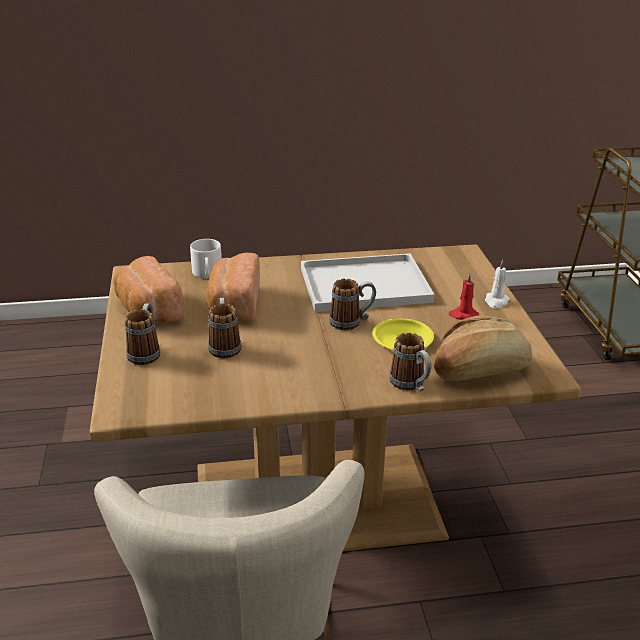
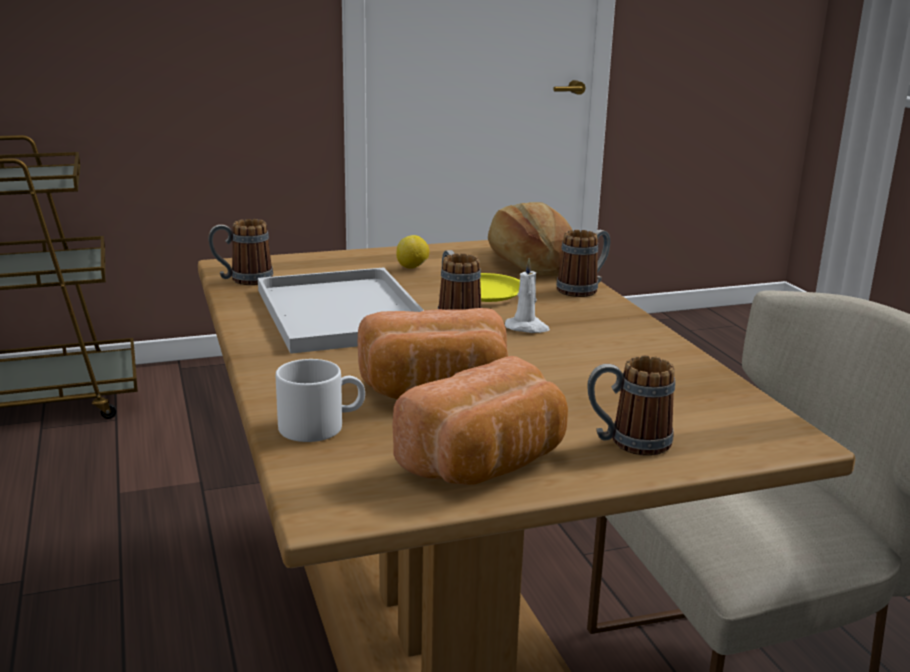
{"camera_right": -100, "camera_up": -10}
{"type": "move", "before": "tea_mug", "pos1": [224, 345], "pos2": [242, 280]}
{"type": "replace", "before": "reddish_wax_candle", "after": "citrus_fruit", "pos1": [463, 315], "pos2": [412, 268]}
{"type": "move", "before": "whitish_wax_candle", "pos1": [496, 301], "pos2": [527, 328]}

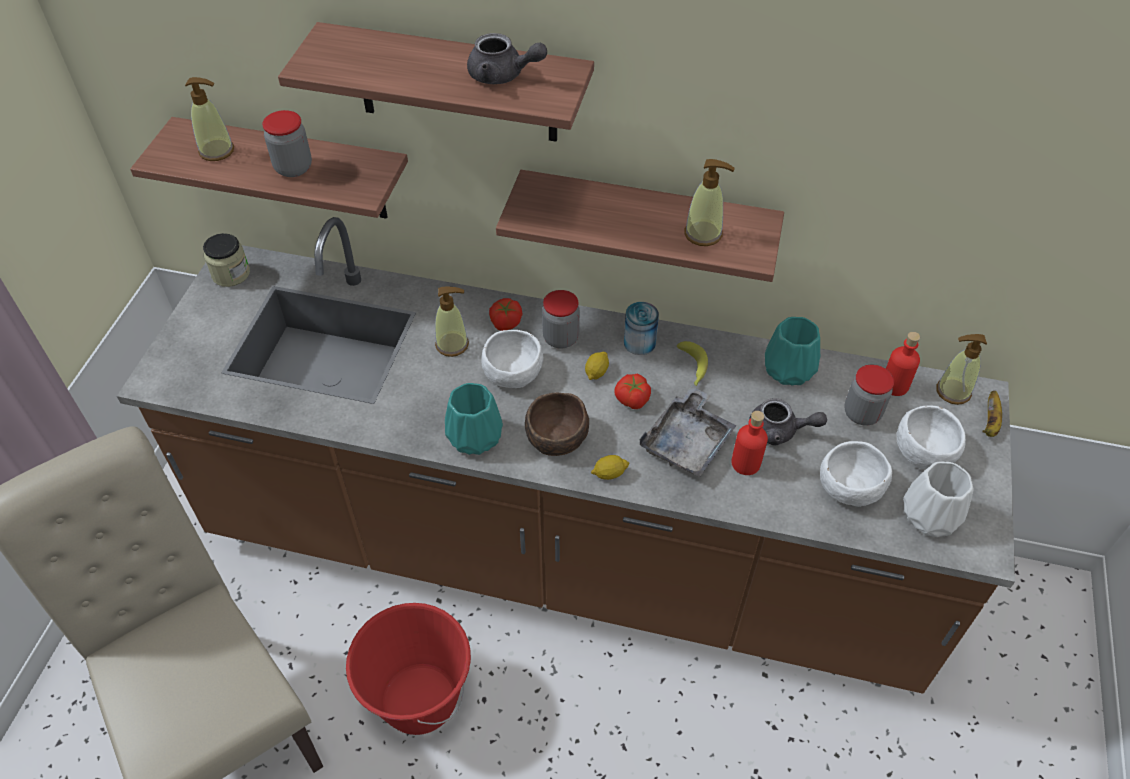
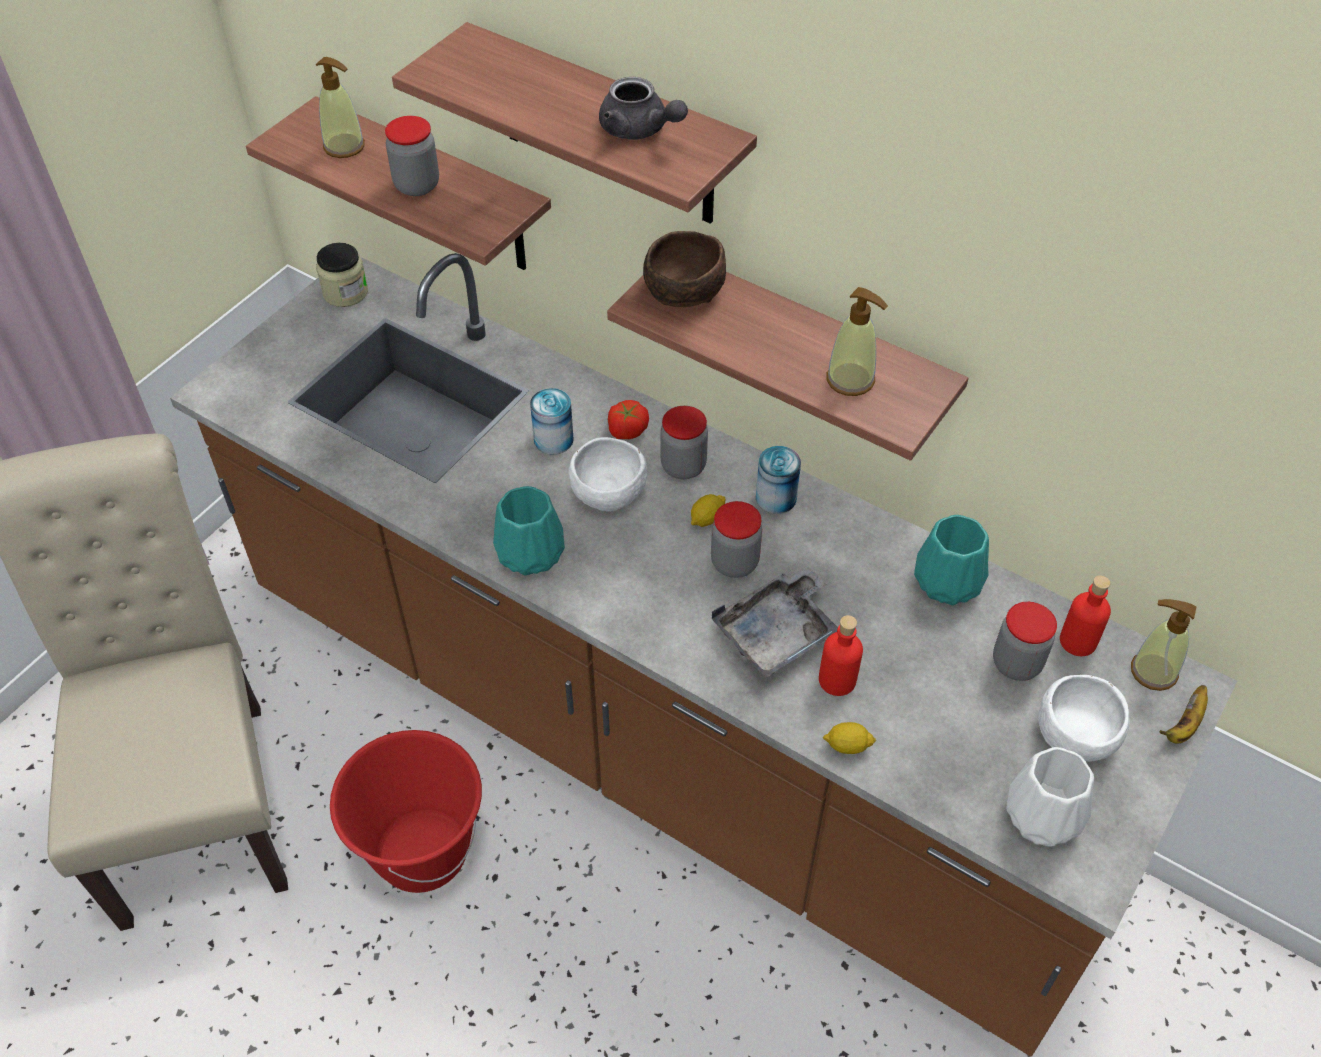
{"camera_right": 20, "camera_up": 0}
{"type": "replace", "before": "soap_dispenser", "after": "metal_can", "pos1": [452, 344], "pos2": [553, 439]}
{"type": "move", "before": "brown-coloured_deep_dish", "pos1": [556, 438], "pos2": [682, 291]}
{"type": "replace", "before": "tomato", "after": "jar", "pos1": [632, 399], "pos2": [734, 563]}
{"type": "move", "before": "citrus_fruit", "pos1": [609, 474], "pos2": [847, 746]}
{"type": "delete", "before": "banana_fruit", "pos1": [692, 368]}
{"type": "delete", "before": "grey_pot_for_tea", "pos1": [779, 431]}
{"type": "delete", "before": "whitish_deep_dish", "pos1": [848, 486]}

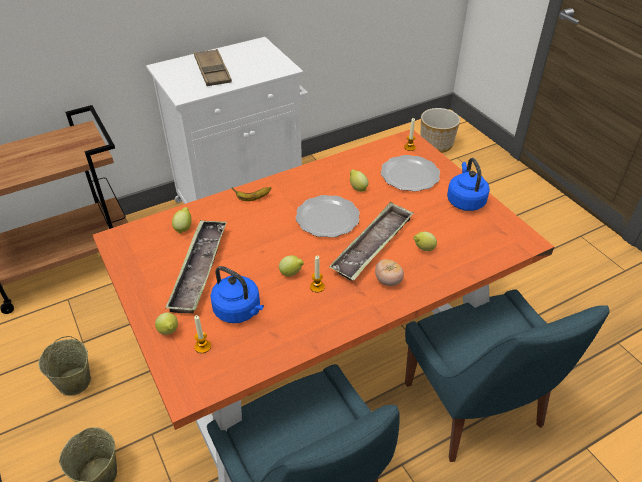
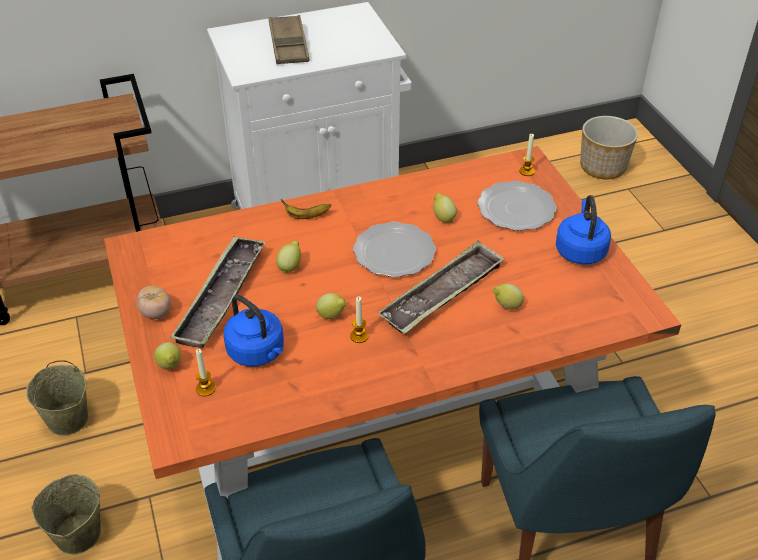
{"camera_right": 10, "camera_up": 0}
{"type": "move", "before": "tomato", "pos1": [388, 281], "pos2": [156, 313]}
{"type": "move", "before": "citrus_fruit", "pos1": [184, 228], "pos2": [290, 267]}

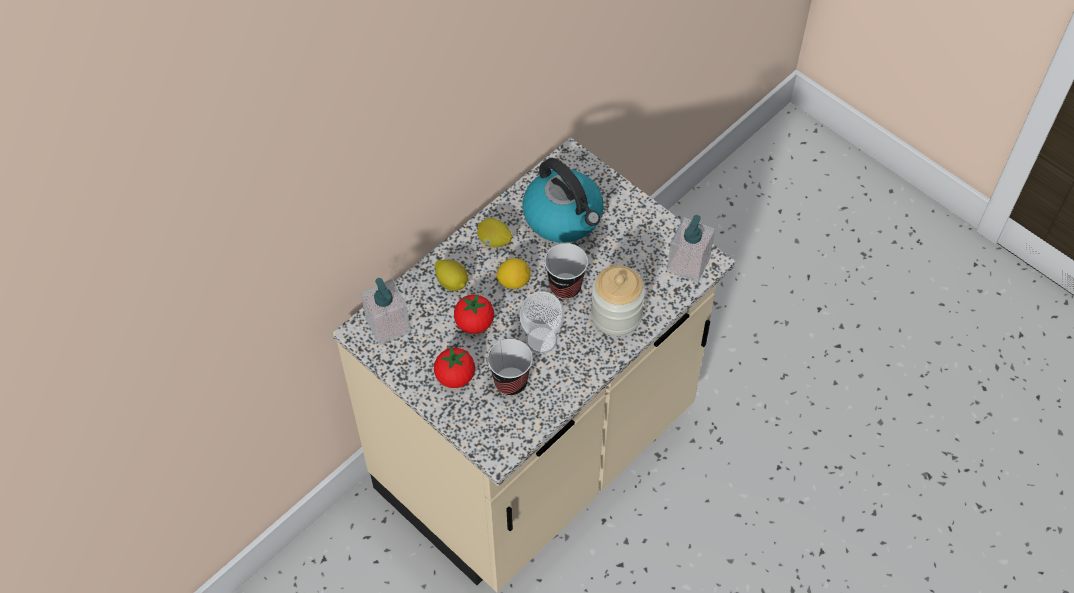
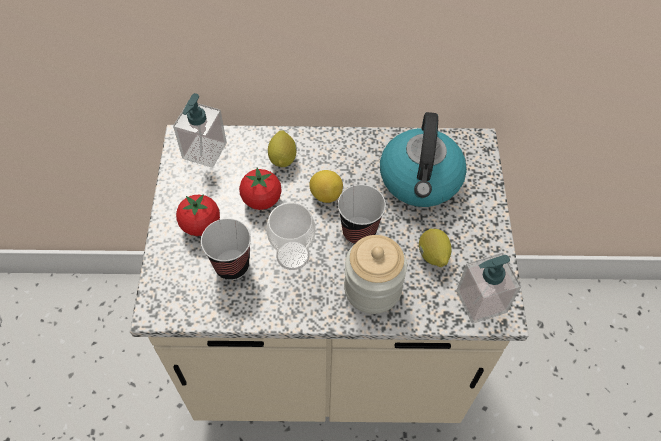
{"camera_right": 45, "camera_up": 0}
{"type": "move", "before": "citrus_fruit", "pos1": [494, 241], "pos2": [432, 255]}

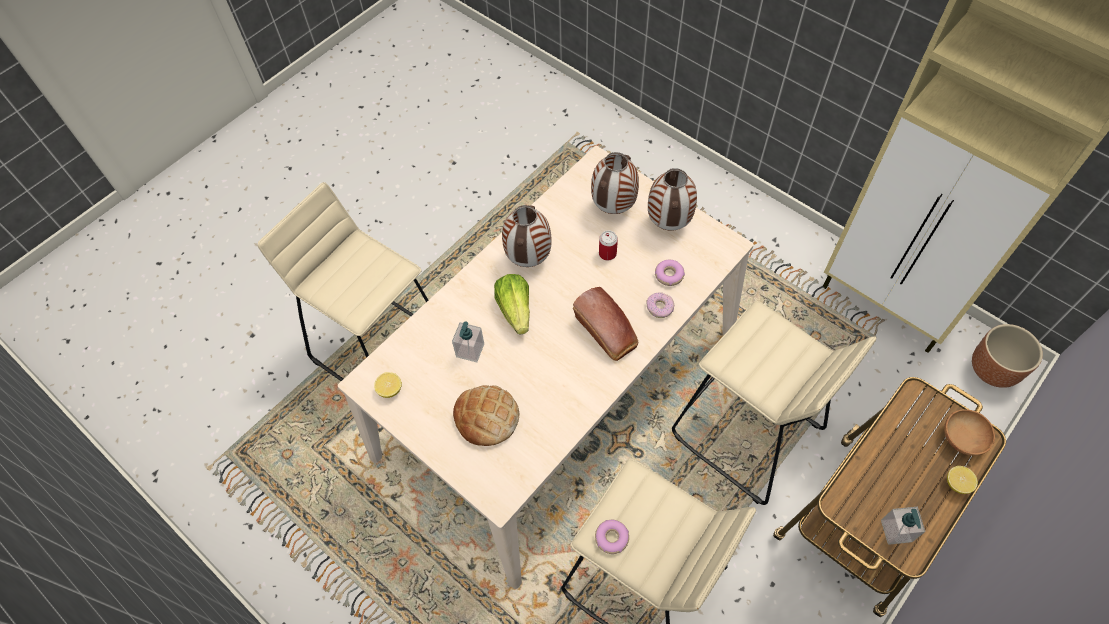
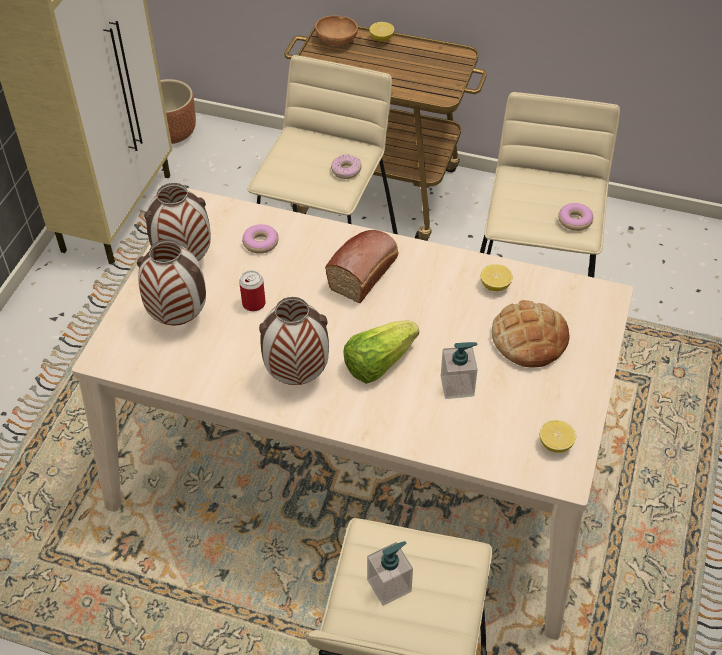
{"camera_right": -115, "camera_up": -10}
{"type": "move", "before": "doughnut", "pos1": [660, 307], "pos2": [346, 170]}
{"type": "move", "before": "soap_dispenser", "pos1": [896, 531], "pos2": [389, 585]}
{"type": "insert", "after": "citrus_fruit", "pos2": [495, 286]}

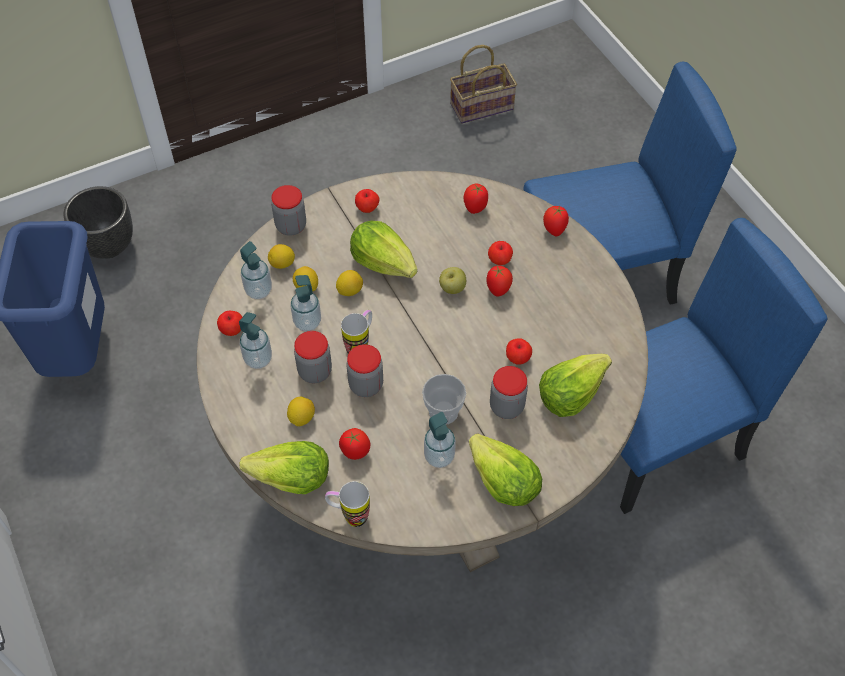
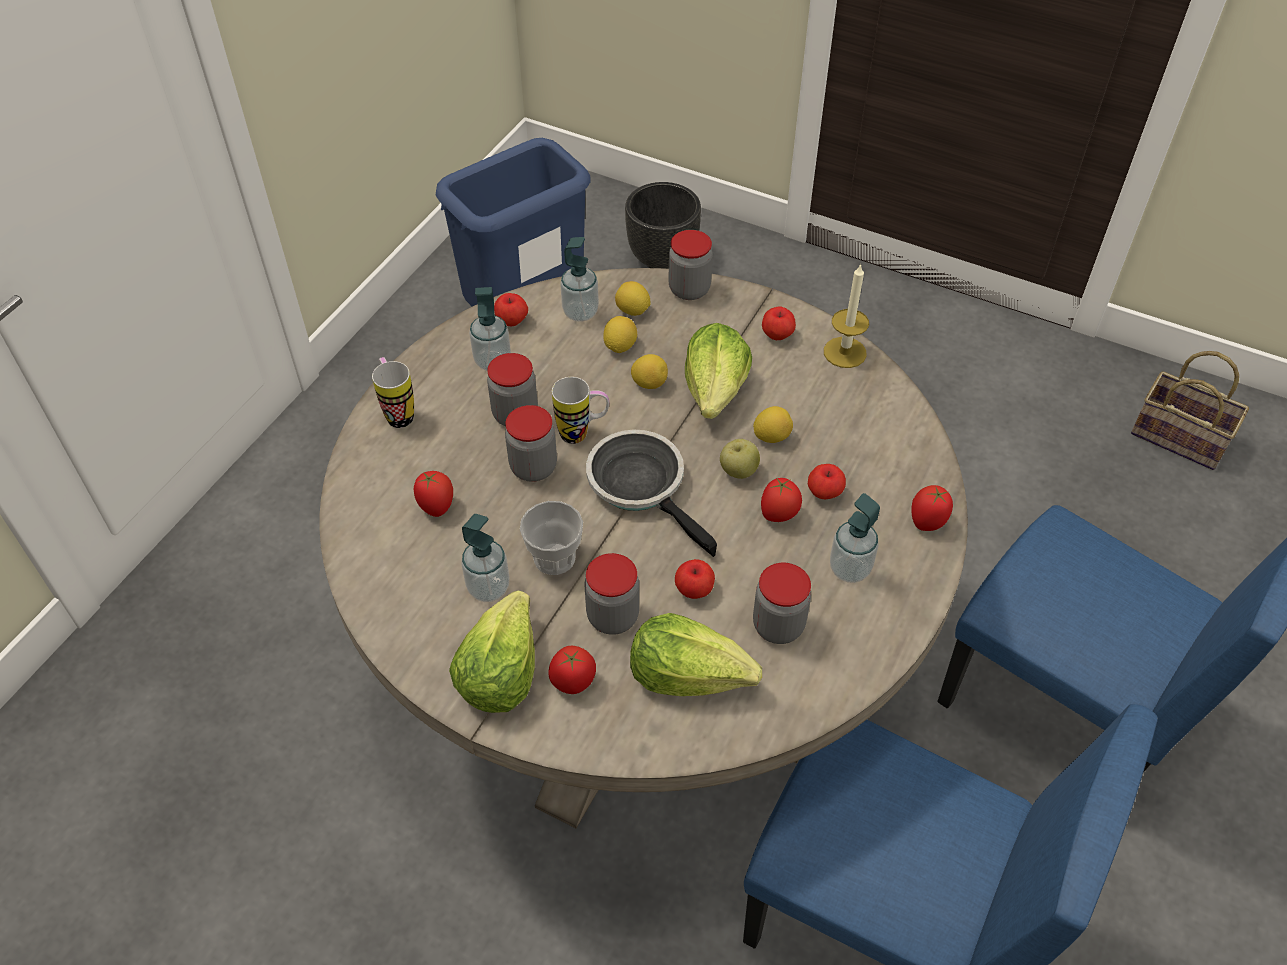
{"camera_right": 55, "camera_up": -5}
{"type": "move", "before": "tea_mug", "pos1": [349, 516], "pos2": [397, 412]}
{"type": "move", "before": "tomato", "pos1": [475, 207], "pos2": [573, 683]}
{"type": "insert", "after": "frying_pan", "pos2": [642, 486]}
{"type": "move", "before": "citrus_fruit", "pos1": [301, 418], "pos2": [771, 436]}
{"type": "insert", "after": "jar", "pos2": [778, 626]}
{"type": "insert", "after": "wax_candle", "pos2": [844, 352]}
{"type": "move", "before": "soap_dispenser", "pos1": [307, 322], "pos2": [849, 569]}
{"type": "delete", "before": "head_of_lettuce", "pos1": [291, 479]}

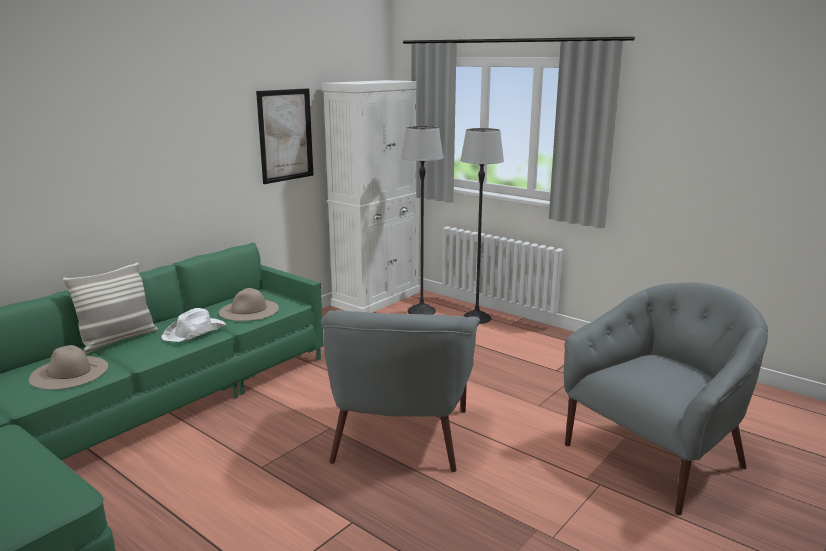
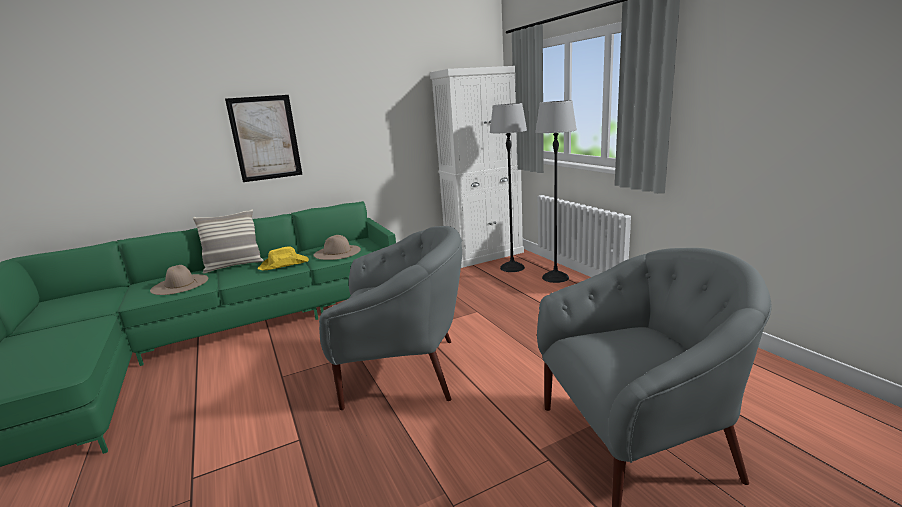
{"camera_right": 25, "camera_up": 0}
{"type": "move", "before": "wall_picture", "pos1": [285, 135], "pos2": [265, 138]}
{"type": "recolor", "before": "whitish_hat", "after": "yellow_hat", "pos1": [195, 332], "pos2": [284, 264]}
{"type": "rotate", "before": "grey_armchair", "pos1": [399, 435], "pos2": [403, 370], "turn": -120}

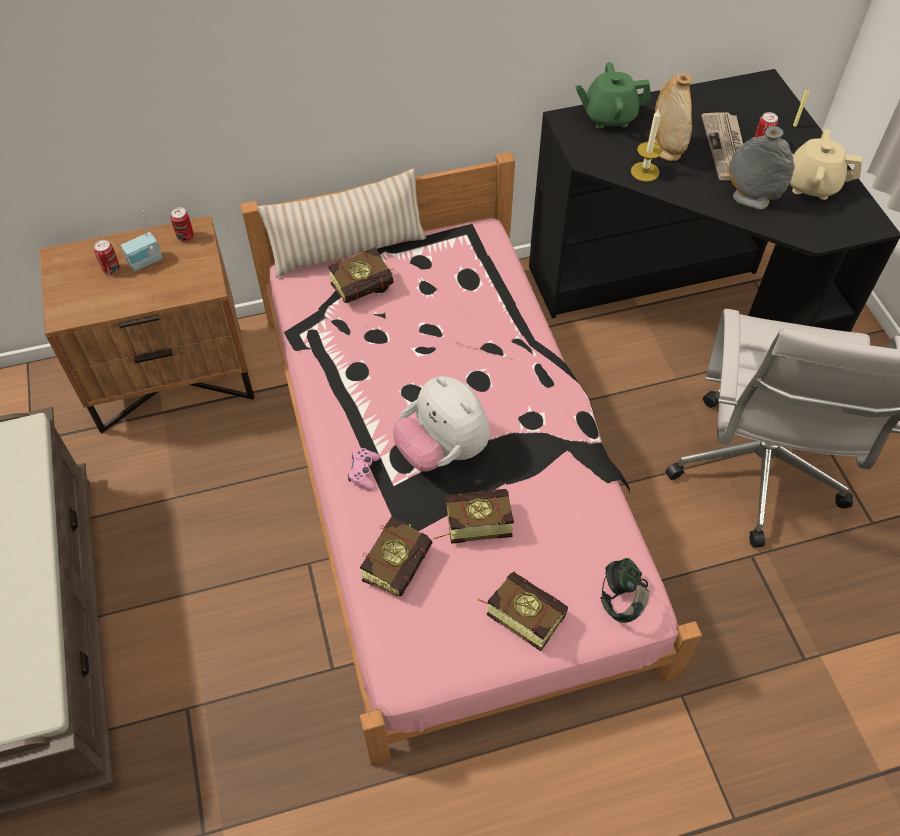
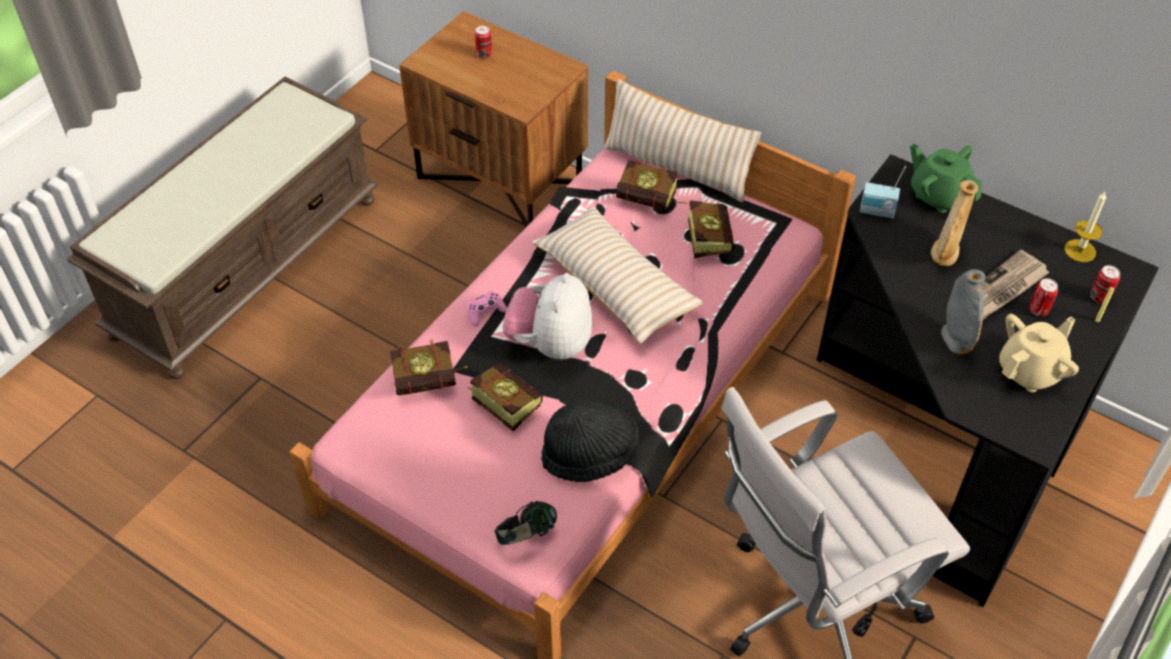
{"camera_right": 50, "camera_up": -5}
{"type": "insert", "after": "sand-coloured_pillow", "pos2": [615, 285]}
{"type": "insert", "after": "black_hat", "pos2": [590, 455]}
{"type": "move", "before": "volume", "pos1": [518, 613], "pos2": [708, 236]}
{"type": "move", "before": "radio", "pos1": [146, 262], "pos2": [877, 212]}
{"type": "rotate", "before": "sand-coloured_pot_for_tea", "pos1": [810, 185], "pos2": [1030, 371], "turn": 75}
{"type": "move", "before": "wax_candle", "pos1": [645, 171], "pos2": [1080, 250]}
{"type": "move", "before": "metal_can", "pos1": [185, 237], "pos2": [1099, 297]}

